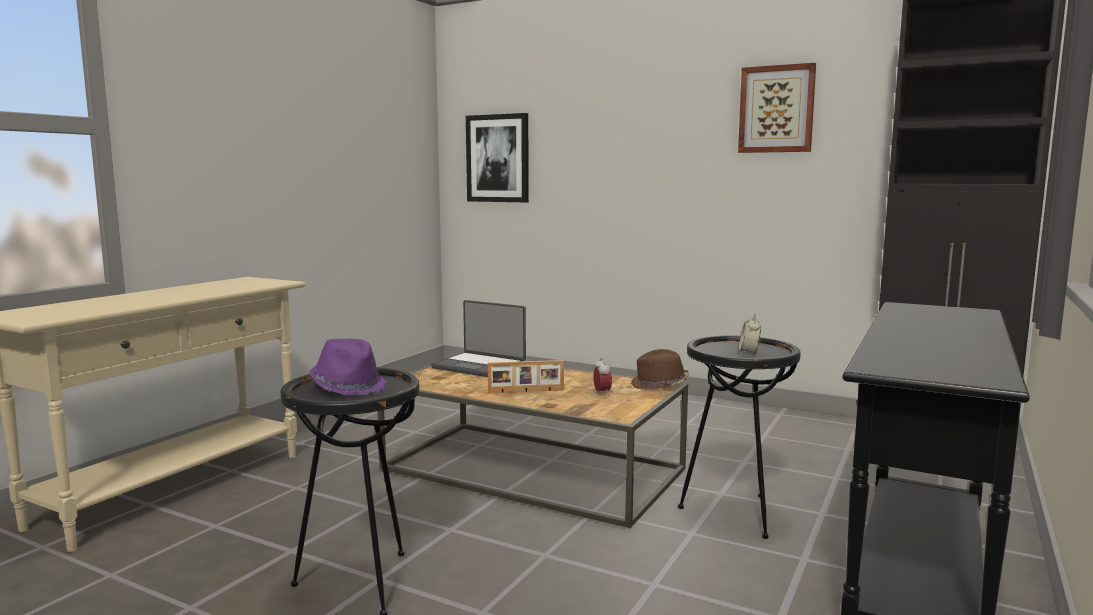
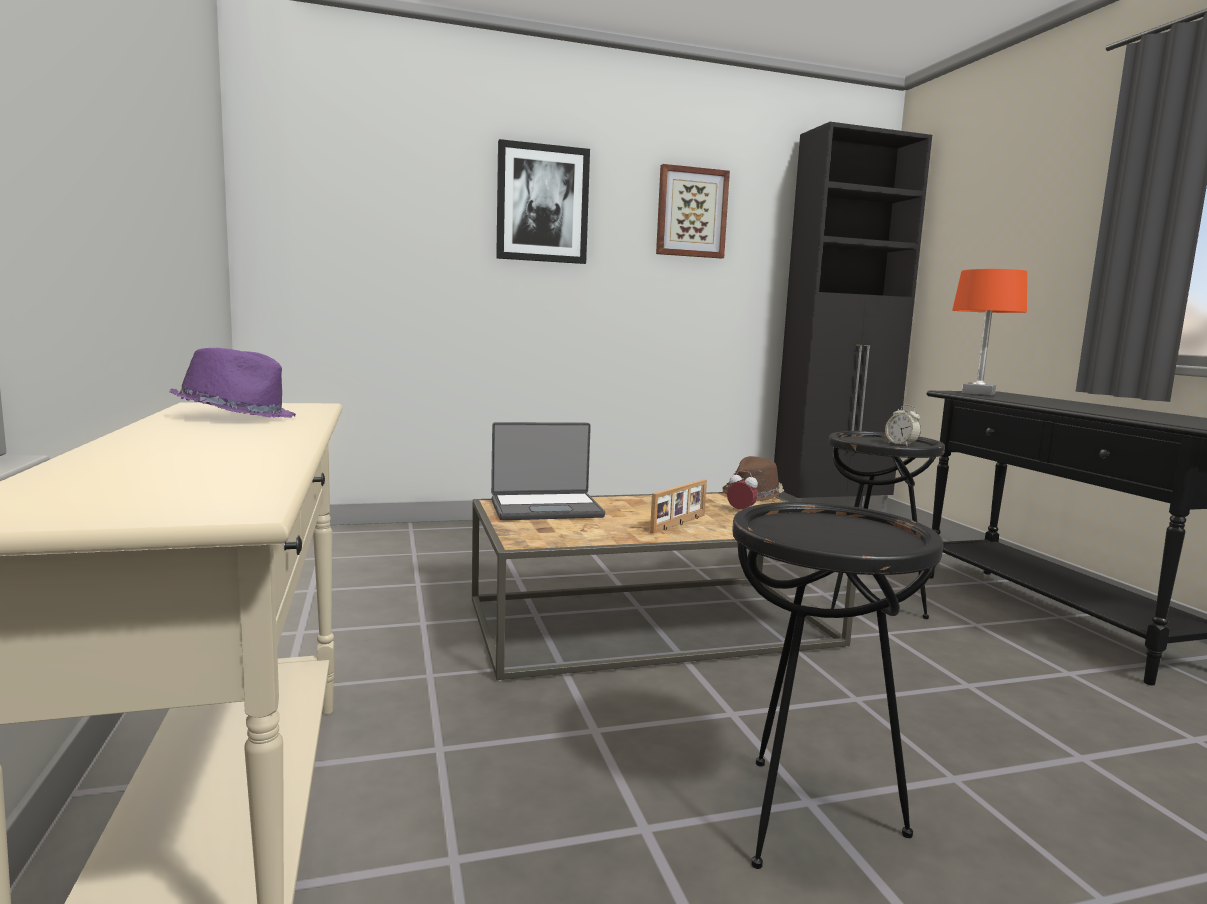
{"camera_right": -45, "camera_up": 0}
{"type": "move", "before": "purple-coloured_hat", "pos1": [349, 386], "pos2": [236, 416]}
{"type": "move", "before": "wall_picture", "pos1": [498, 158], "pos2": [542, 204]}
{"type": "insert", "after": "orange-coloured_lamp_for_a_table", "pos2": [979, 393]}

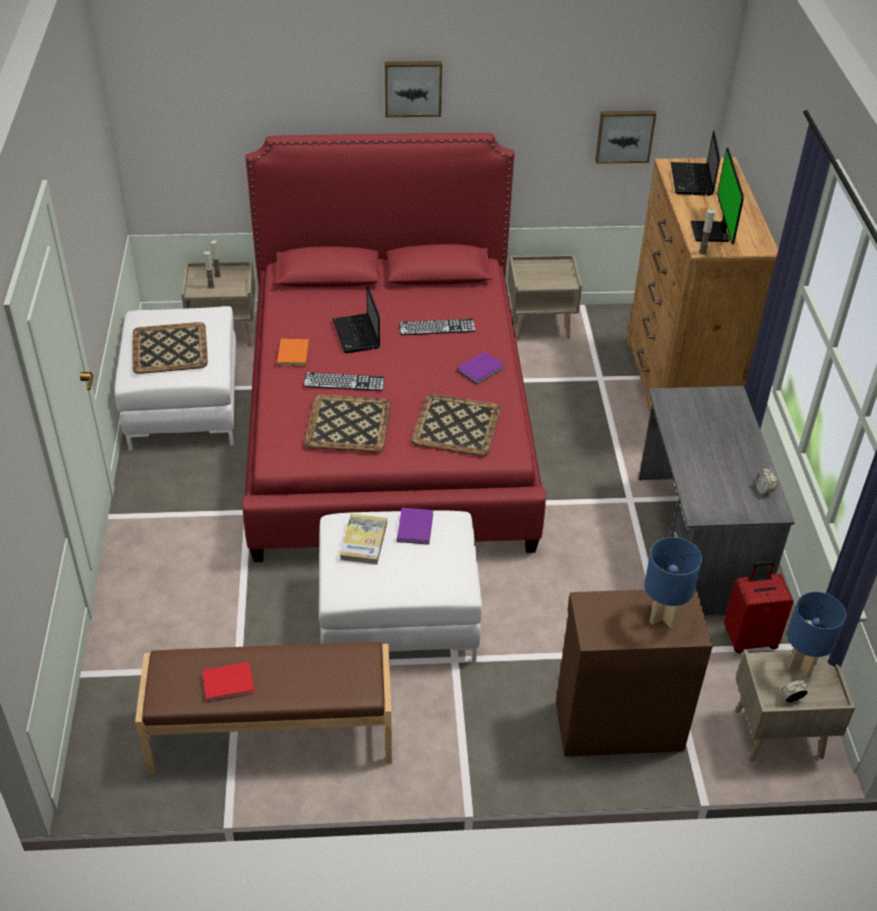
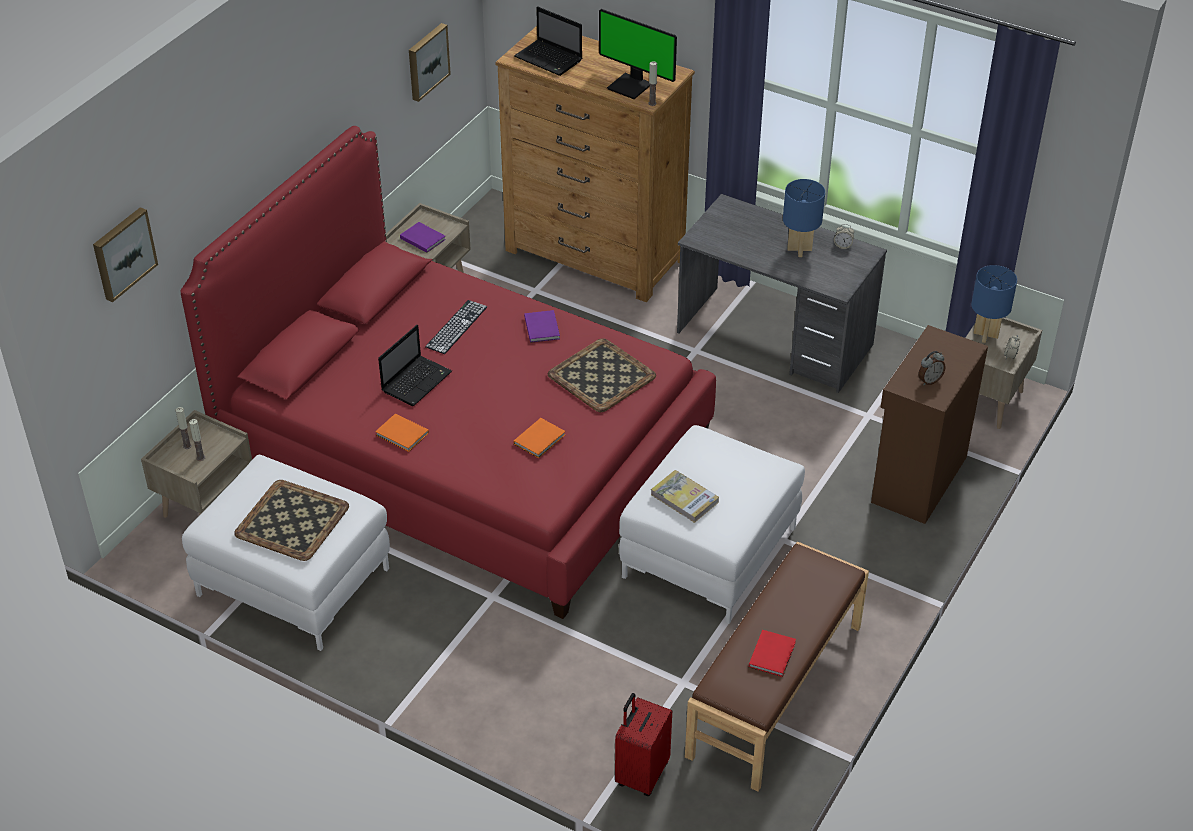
{"camera_right": -55, "camera_up": 0}
{"type": "move", "before": "wall_picture", "pos1": [413, 88], "pos2": [123, 253]}
{"type": "rotate", "before": "notebook_computer", "pos1": [357, 335], "pos2": [417, 381], "turn": -75}
{"type": "move", "before": "purple-coloured_volume", "pos1": [416, 526], "pos2": [422, 238]}
{"type": "replace", "before": "serving_tray", "after": "orange-coloured_volume", "pos1": [349, 424], "pos2": [541, 439]}
{"type": "move", "before": "reddish_travel_case", "pos1": [749, 638], "pos2": [641, 774]}
{"type": "move", "before": "bluish_lamp_for_a_table", "pos1": [662, 617], "pos2": [799, 250]}
{"type": "insert", "after": "alarm_clock", "pos2": [929, 380]}
{"type": "delete", "before": "PC_keyboard", "pos1": [344, 382]}

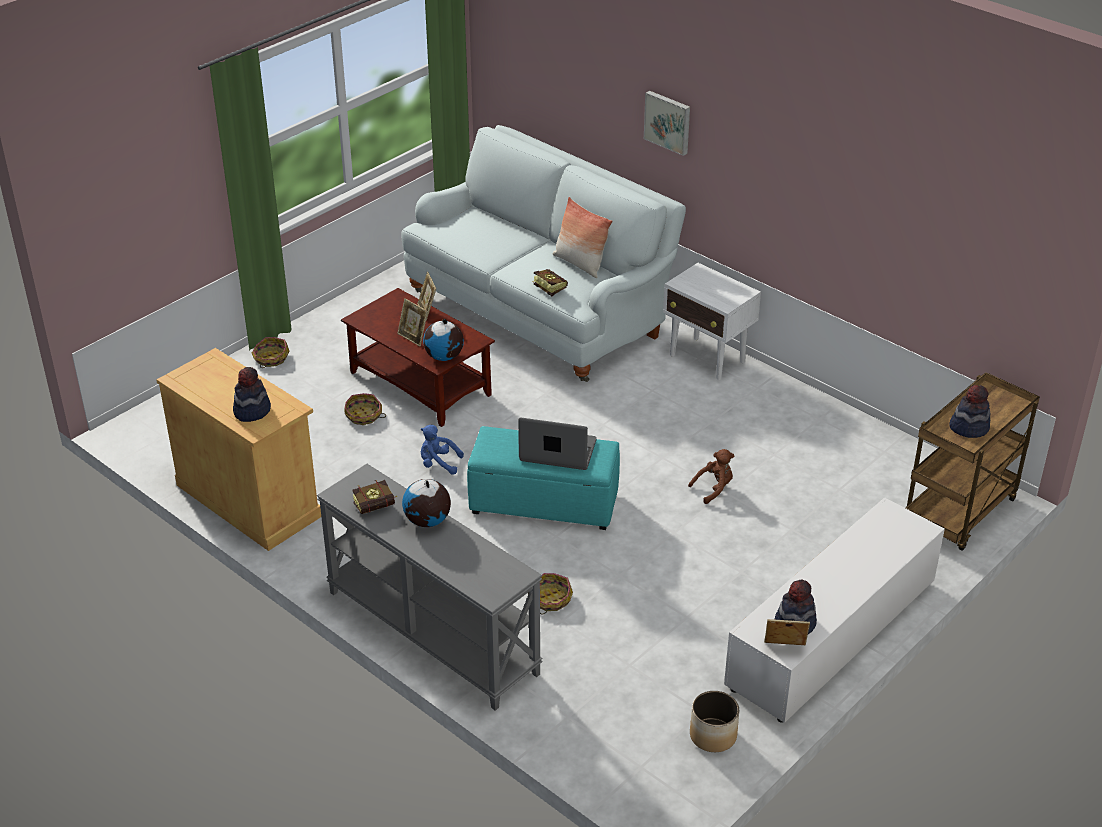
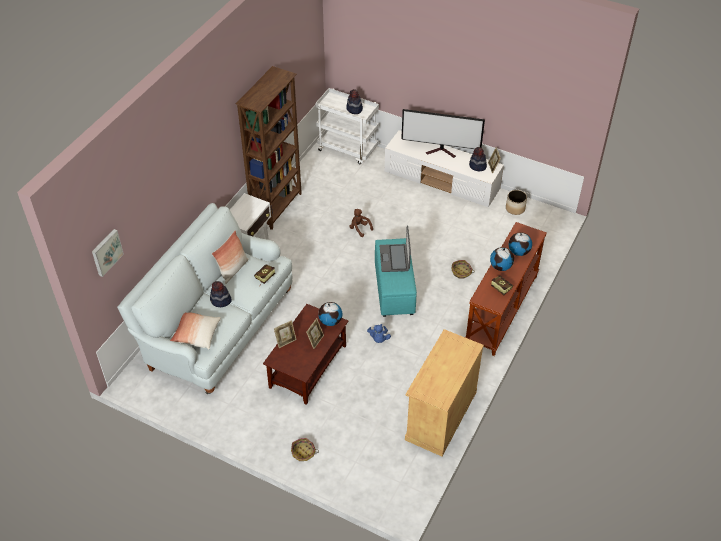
{"camera_right": -105, "camera_up": 10}
{"type": "move", "before": "wall_picture", "pos1": [668, 122], "pos2": [106, 252]}
{"type": "insert", "after": "pillow", "pos2": [196, 334]}
{"type": "move", "before": "hat", "pos1": [251, 410], "pos2": [220, 301]}
{"type": "insert", "after": "brown-coloured_shelving_unit", "pos2": [277, 207]}
{"type": "recolor", "before": "brown-coloured_wheeled_cart", "after": "whitish_wheeled_cart", "pos1": [960, 514], "pos2": [348, 149]}
{"type": "insert", "after": "television", "pos2": [442, 151]}
{"type": "recolor", "before": "grey_narrow_table", "after": "brown-coloured_narrow_table", "pos1": [430, 633], "pos2": [502, 310]}
{"type": "insert", "after": "world_globe", "pos2": [518, 251]}
{"type": "delete", "before": "household_basket", "pos1": [364, 416]}

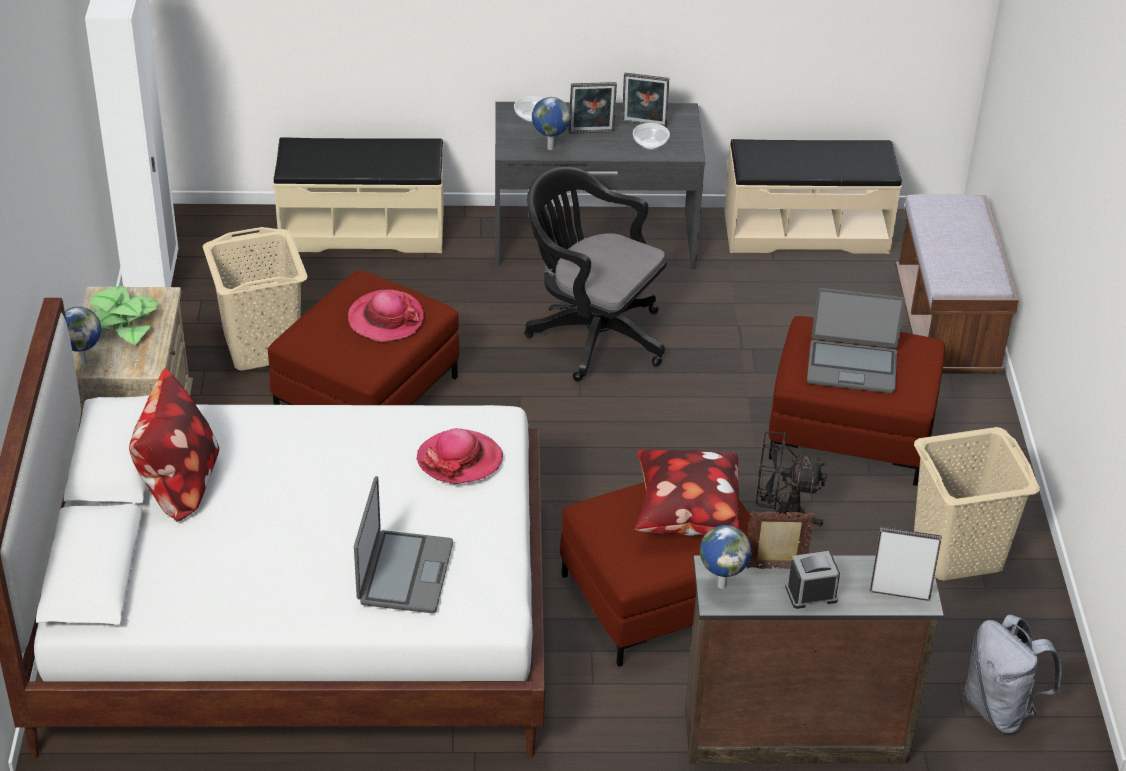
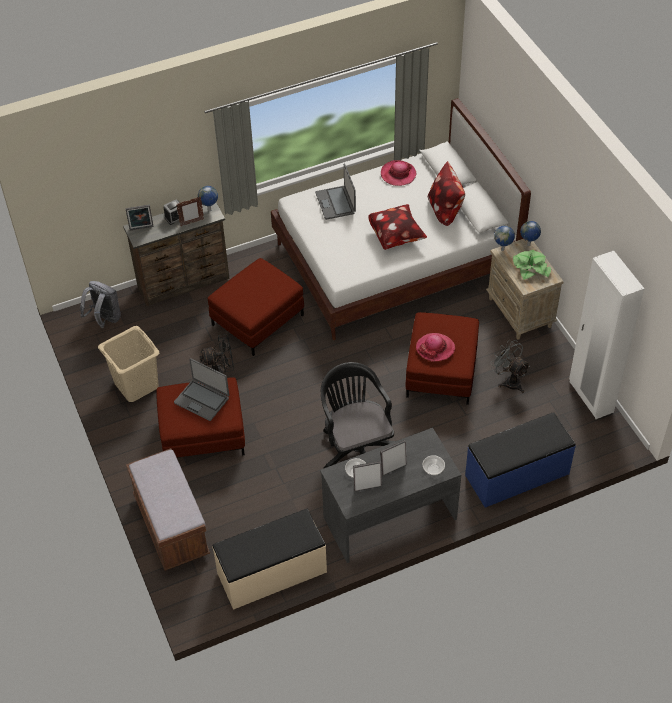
{"camera_right": 160, "camera_up": 10}
{"type": "rotate", "before": "notebook_computer", "pos1": [852, 367], "pos2": [202, 400], "turn": -135}
{"type": "rotate", "before": "black_desk_chair", "pos1": [591, 335], "pos2": [356, 448], "turn": -120}
{"type": "move", "before": "pillow", "pos1": [684, 517], "pos2": [396, 236]}
{"type": "move", "before": "hat", "pos1": [459, 460], "pos2": [398, 174]}
{"type": "recolor", "before": "sand-coloured_long_seat", "after": "bluish_long_seat", "pos1": [362, 230], "pos2": [517, 475]}
{"type": "replace", "before": "sand-coloured_hamper", "after": "grey_cooling_fan", "pos1": [262, 346], "pos2": [509, 381]}
{"type": "move", "before": "world_globe", "pos1": [549, 148], "pos2": [503, 249]}

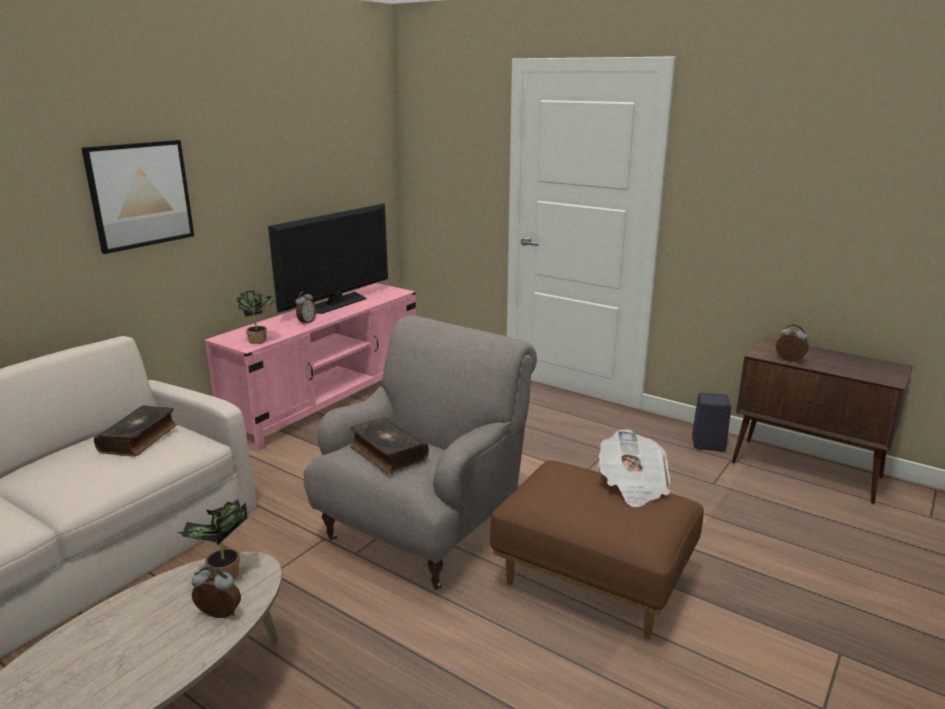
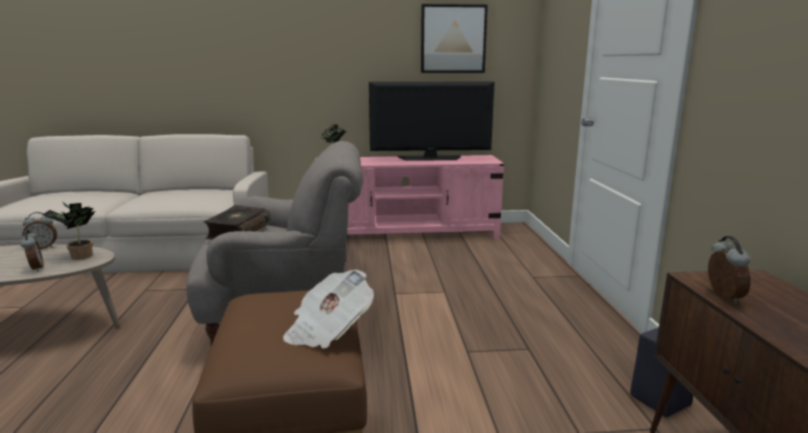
{"camera_right": 50, "camera_up": -5}
{"type": "move", "before": "alarm_clock", "pos1": [306, 322], "pos2": [43, 247]}
{"type": "move", "before": "wall_picture", "pos1": [140, 195], "pos2": [453, 39]}
{"type": "delete", "before": "volume", "pos1": [140, 439]}

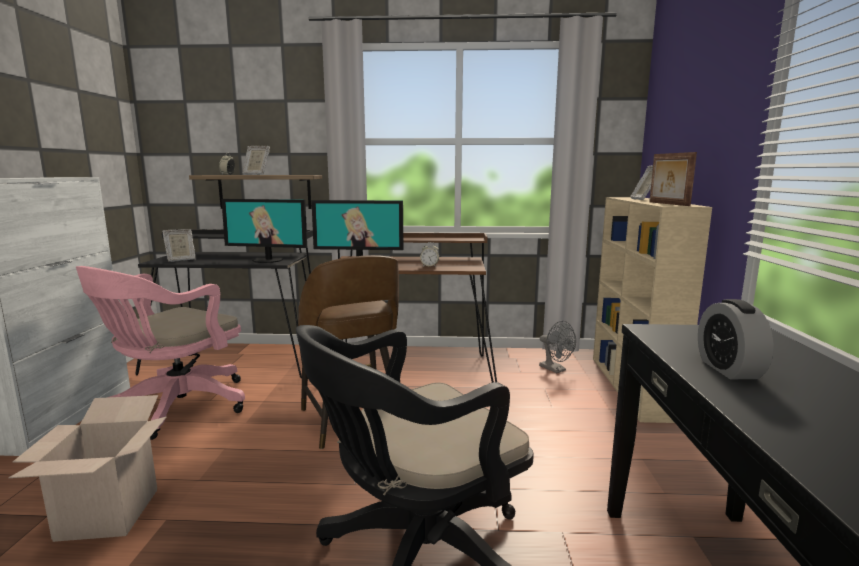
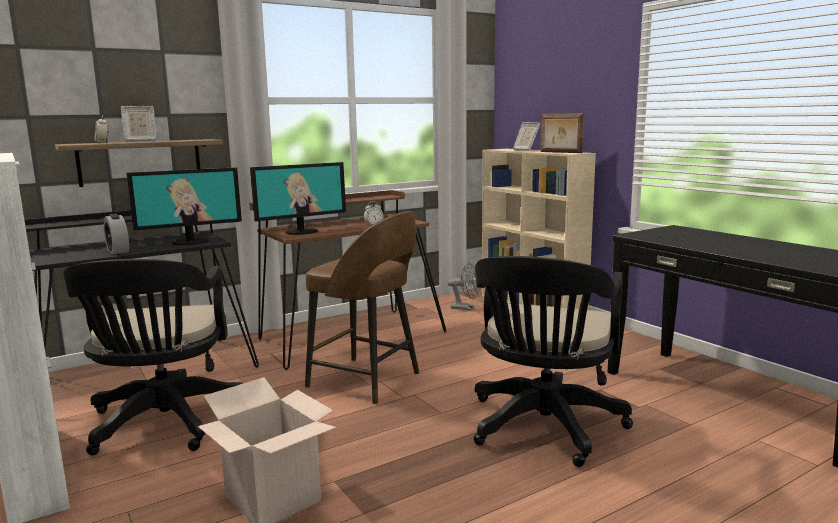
{"camera_right": -35, "camera_up": 0}
{"type": "recolor", "before": "pinkish_desk_chair", "after": "black_desk_chair", "pos1": [175, 408], "pos2": [164, 425]}
{"type": "move", "before": "alarm_clock", "pos1": [728, 369], "pos2": [118, 251]}
{"type": "delete", "before": "photo_frame", "pos1": [180, 260]}

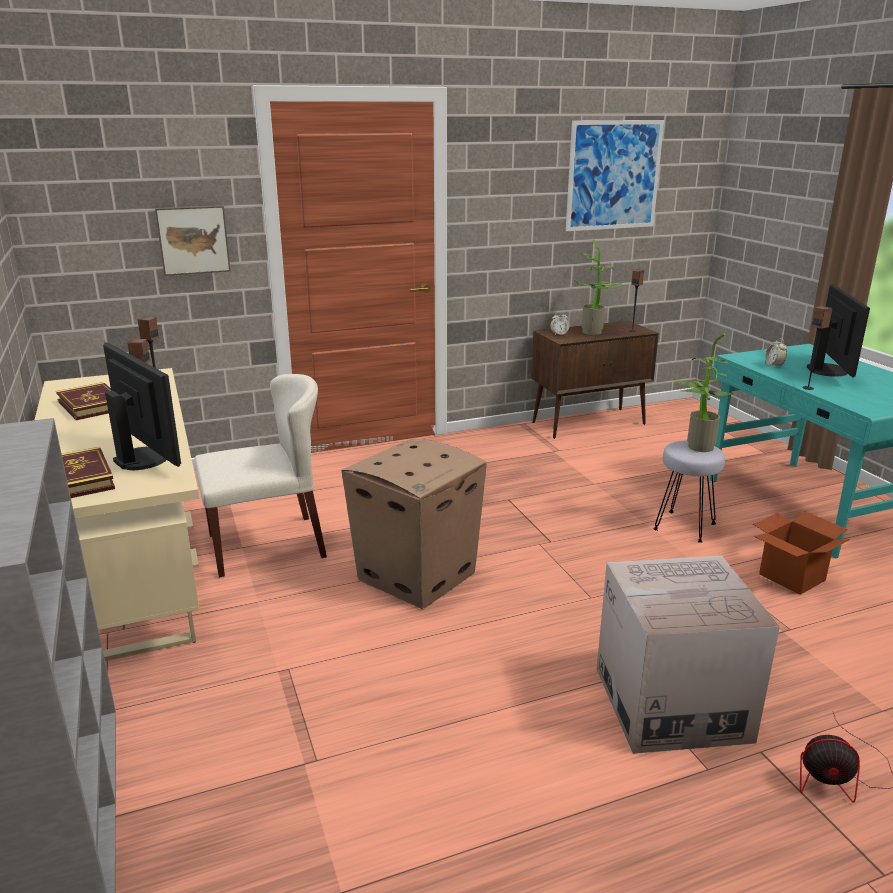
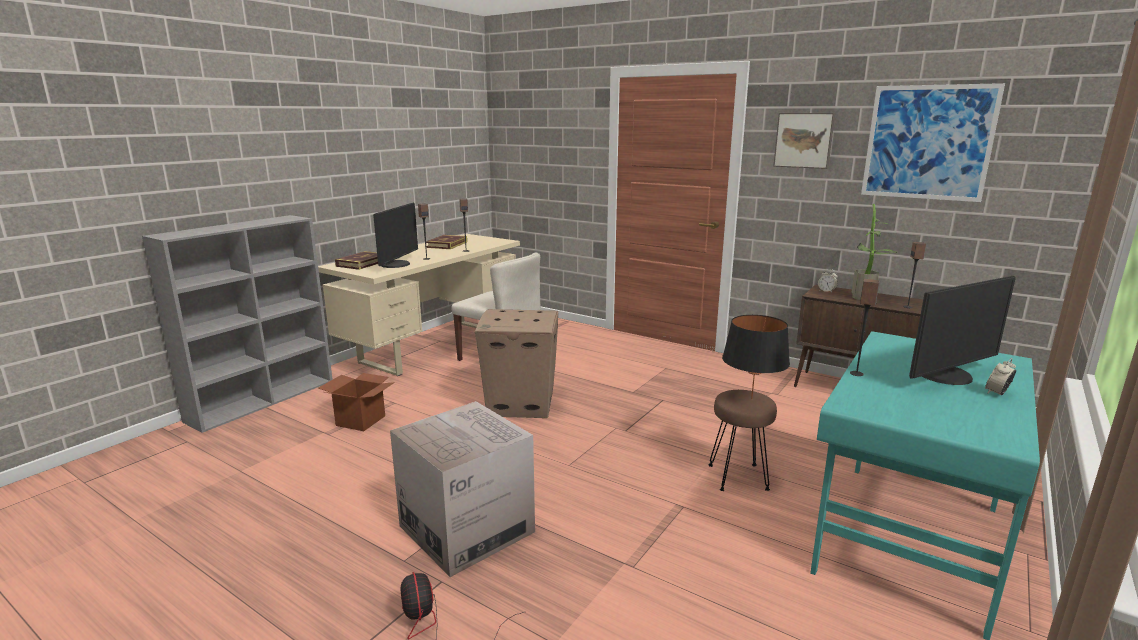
{"camera_right": 55, "camera_up": -5}
{"type": "move", "before": "packing_box", "pos1": [792, 577], "pos2": [361, 421]}
{"type": "recolor", "before": "grey_stool_seat", "after": "brown-coloured_stool_seat", "pos1": [683, 526], "pos2": [738, 476]}
{"type": "replace", "before": "potted_plant", "after": "black_lamp_for_a_table", "pos1": [696, 447], "pos2": [751, 399]}
{"type": "move", "before": "wall_picture", "pos1": [193, 239], "pos2": [804, 140]}
{"type": "move", "before": "alarm_clock", "pos1": [774, 365], "pos2": [997, 393]}

